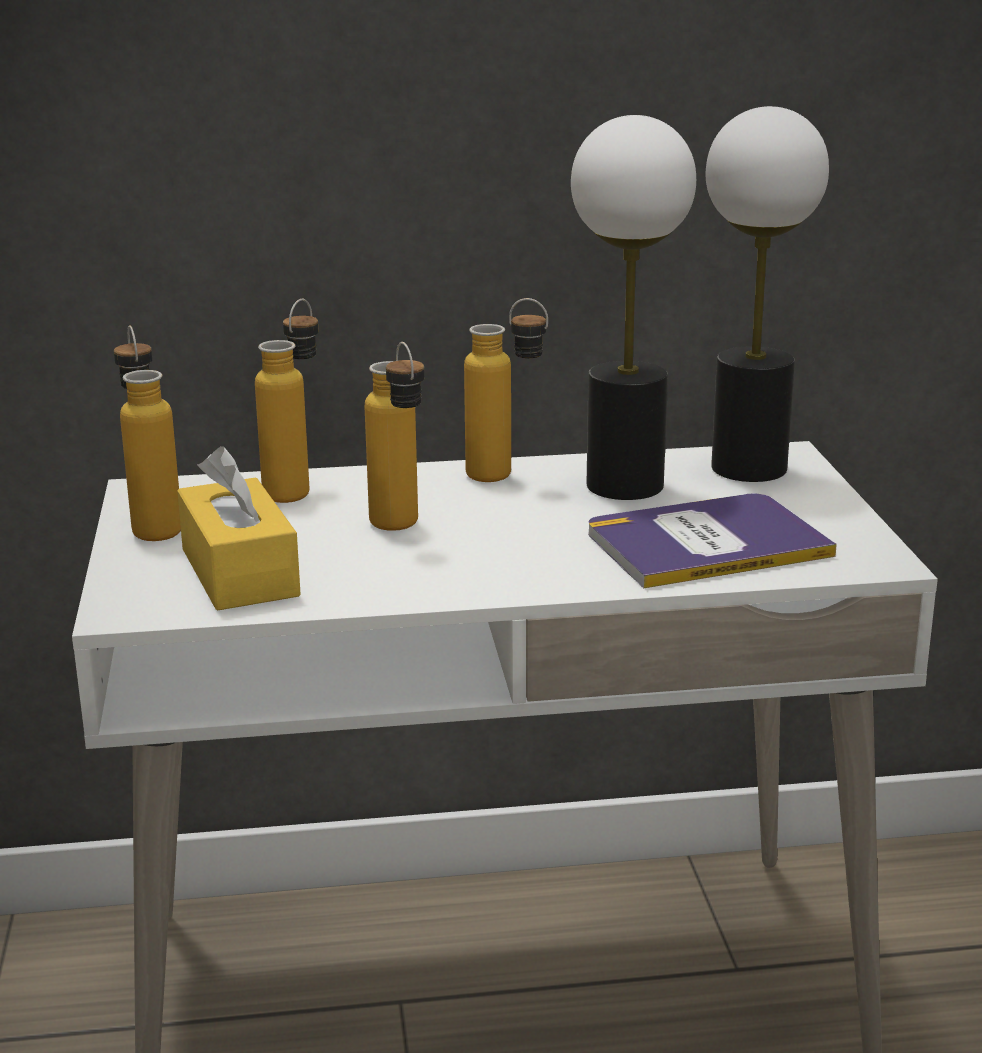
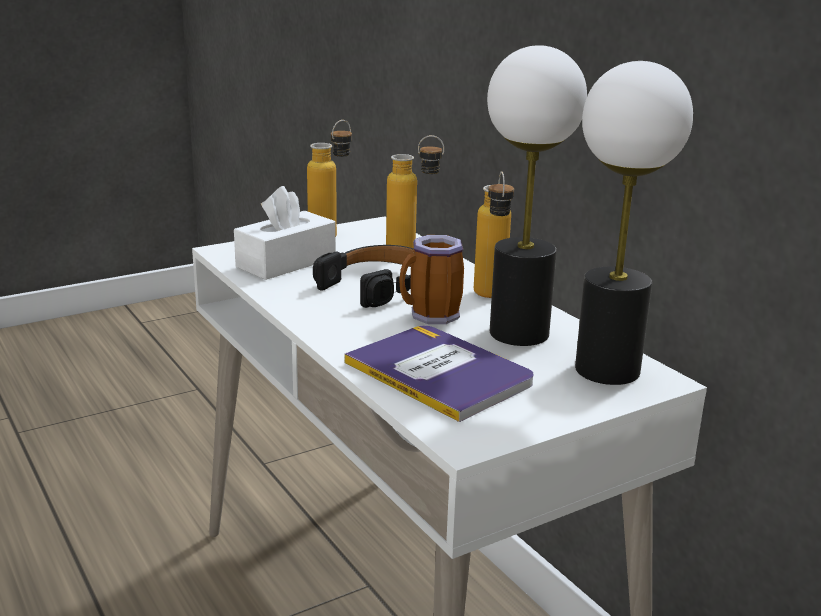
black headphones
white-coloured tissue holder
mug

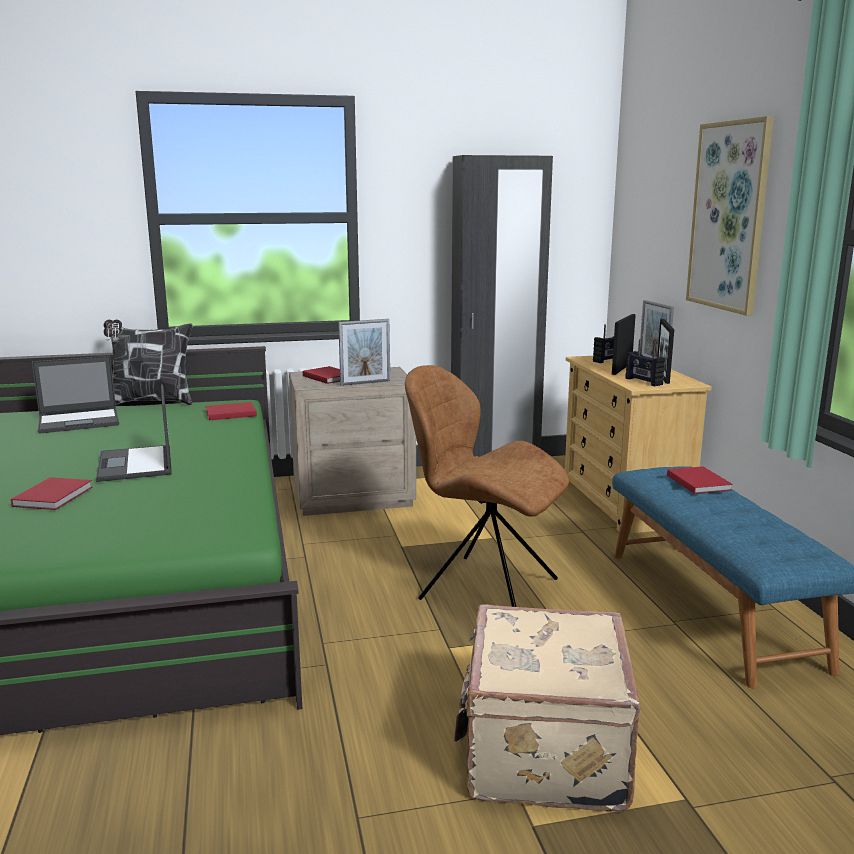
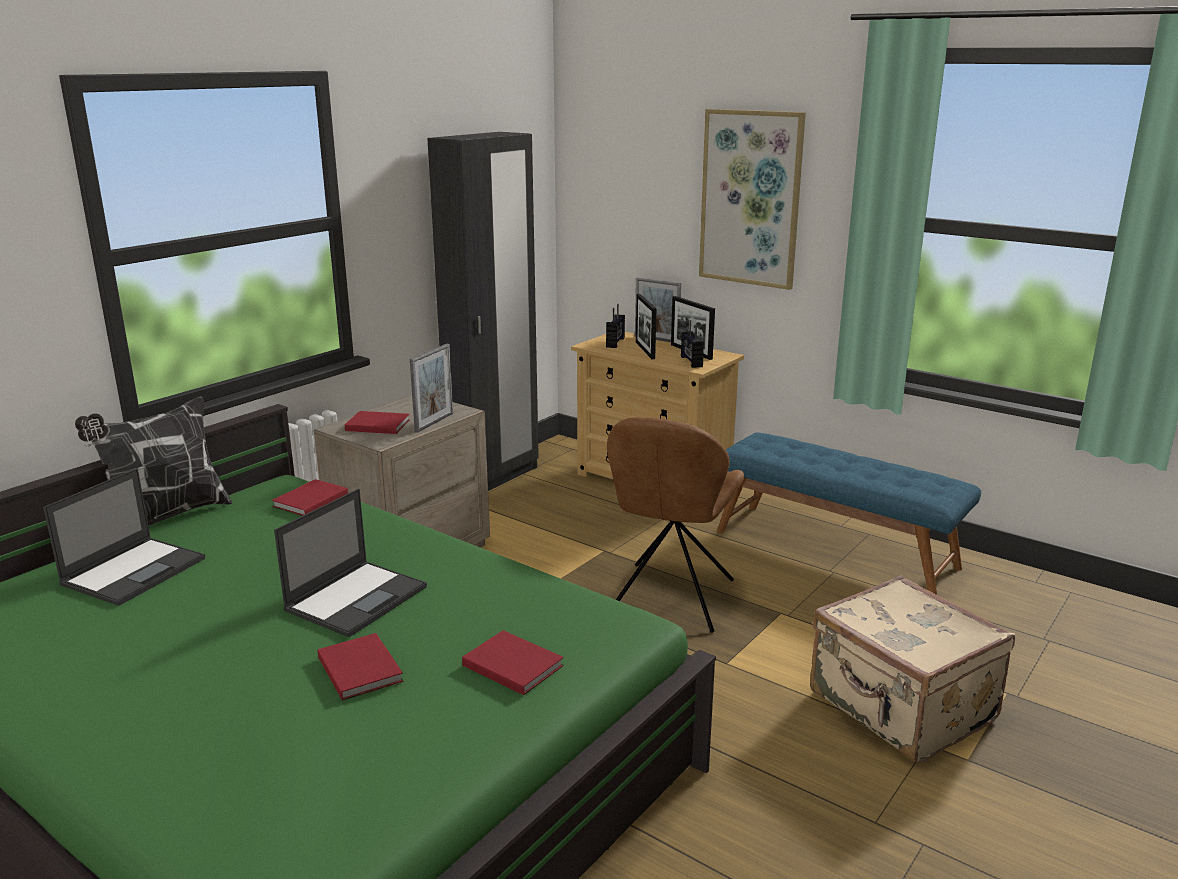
radio receiver (no. 2 from left)
brown-coloured upright chair
notebook computer (no. 2 from left)
red-coloured book (no. 4 from left)

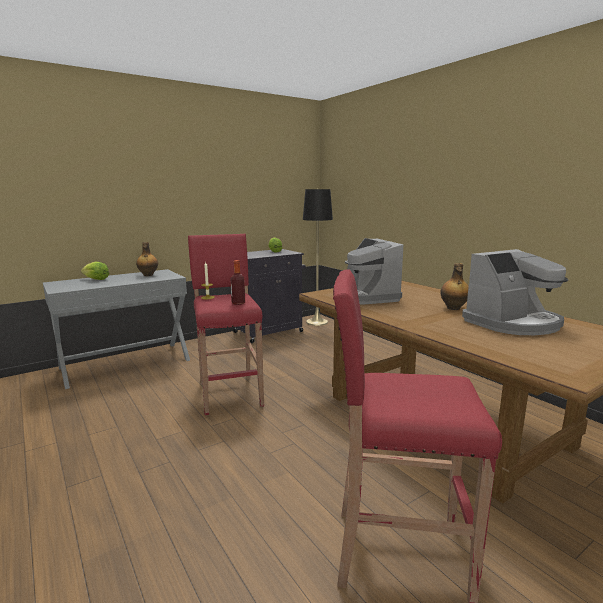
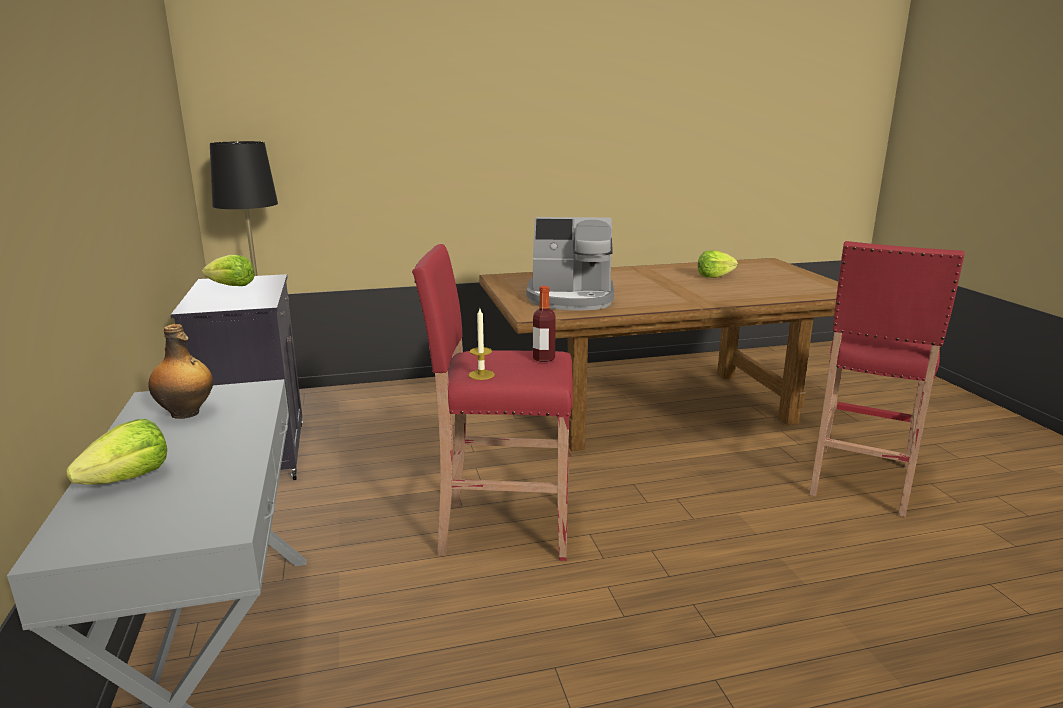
head of lettuce (no. 3 from left)
drink bottle (no. 3 from left in the first image)

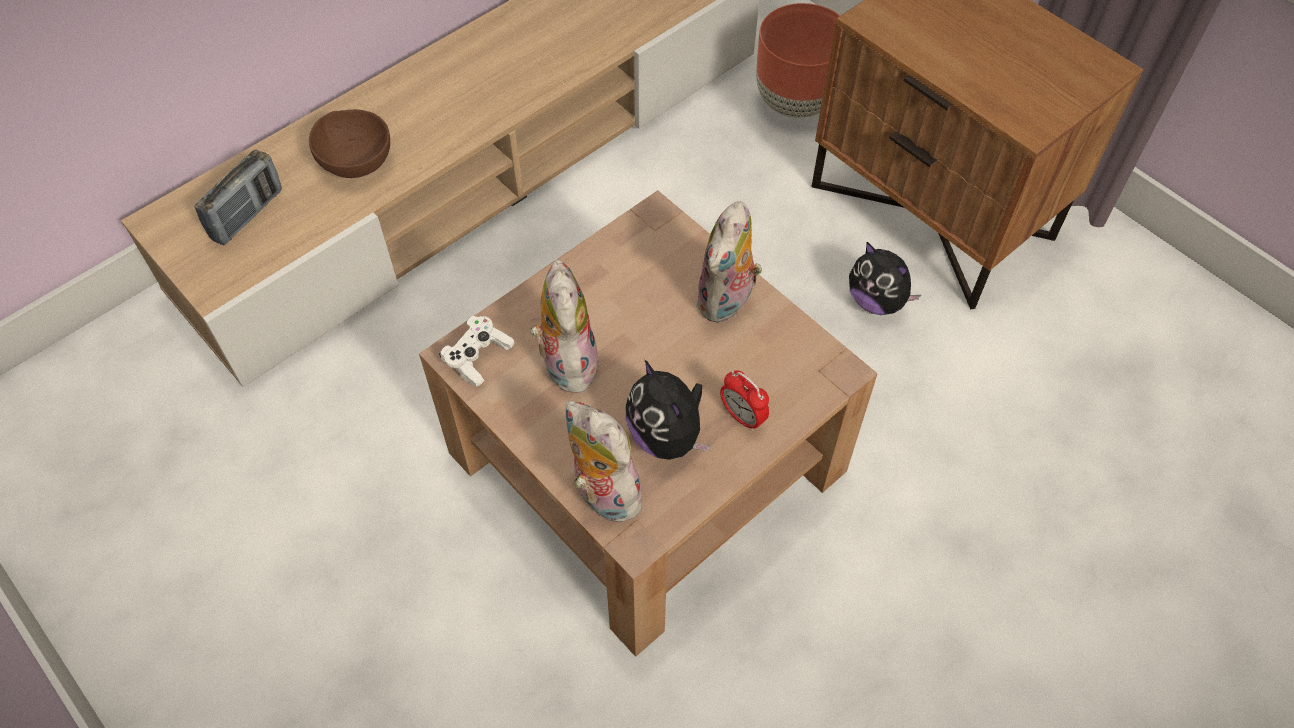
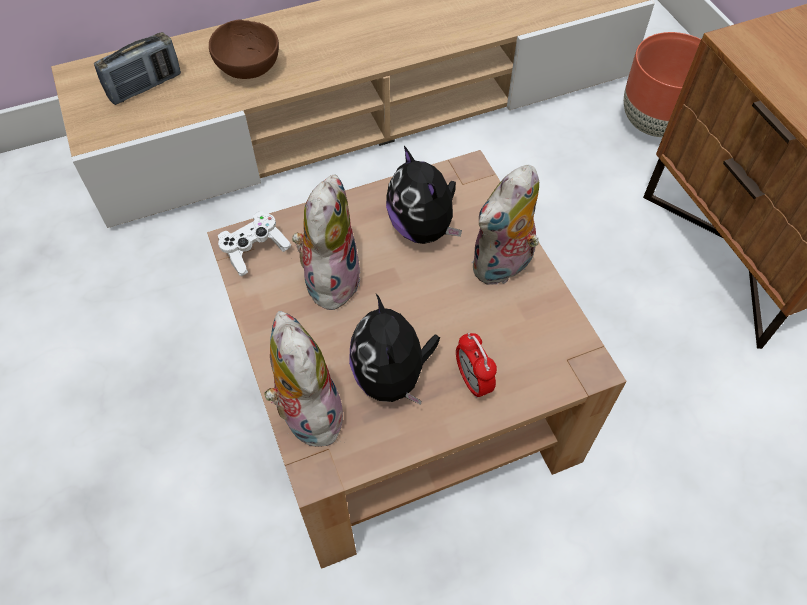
soft toy (no. 4 from left)

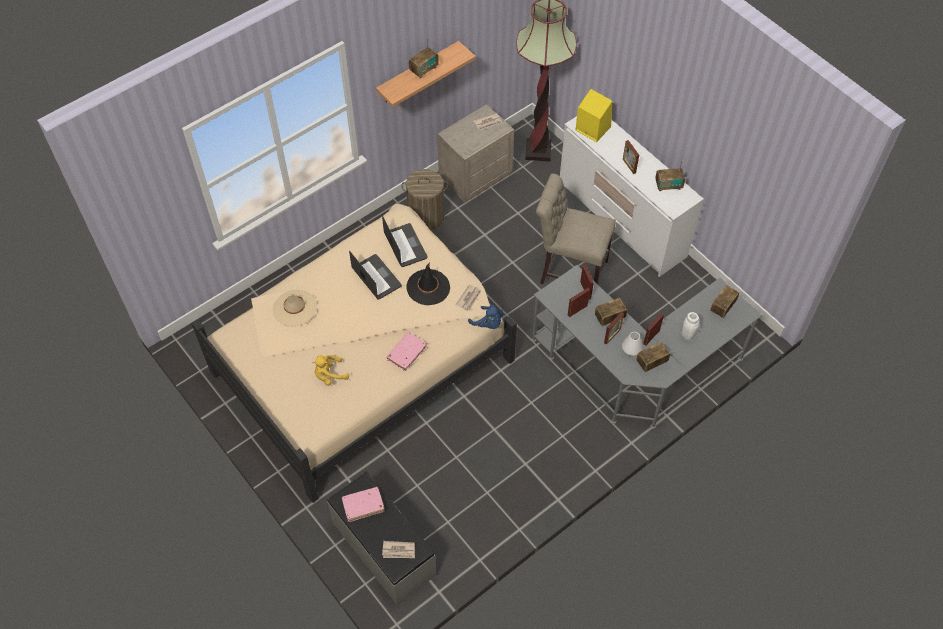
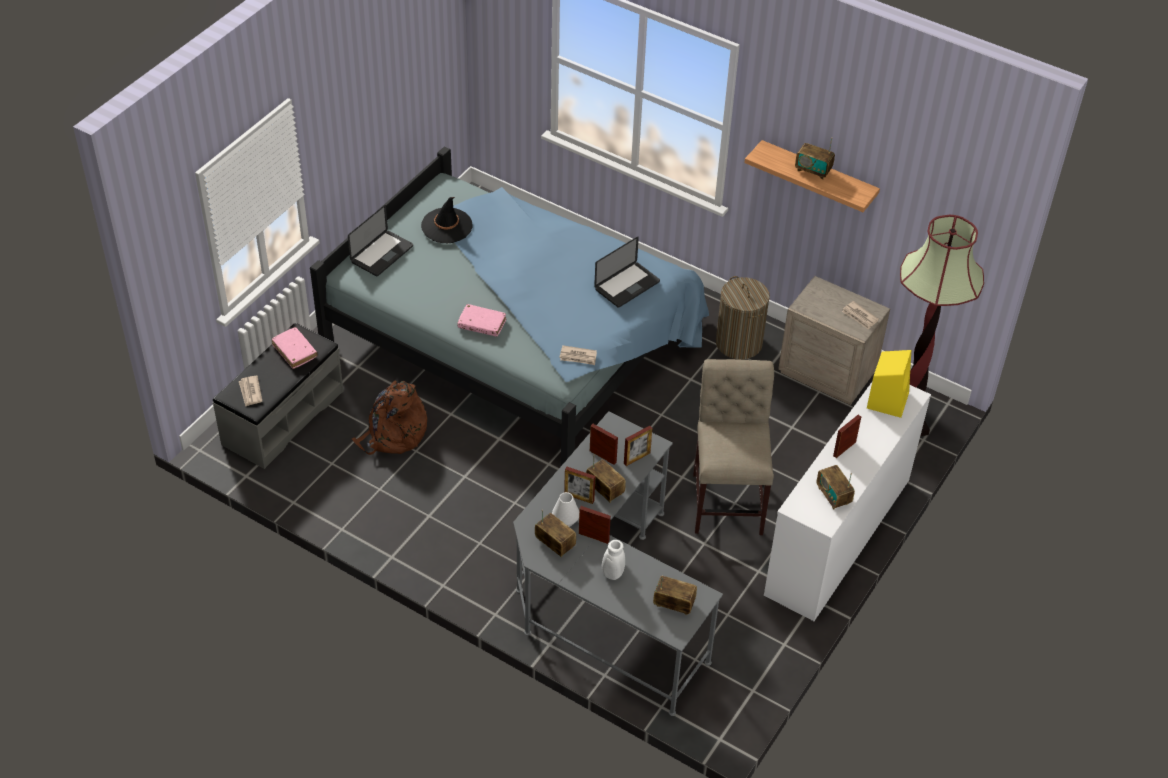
bluish bedroom bed
notebook computer (no. 1 from left)
black wearable hat
sand-coloured wearable hat
bluish soft toy
yellowish soft toy
brown-coloured knapsack

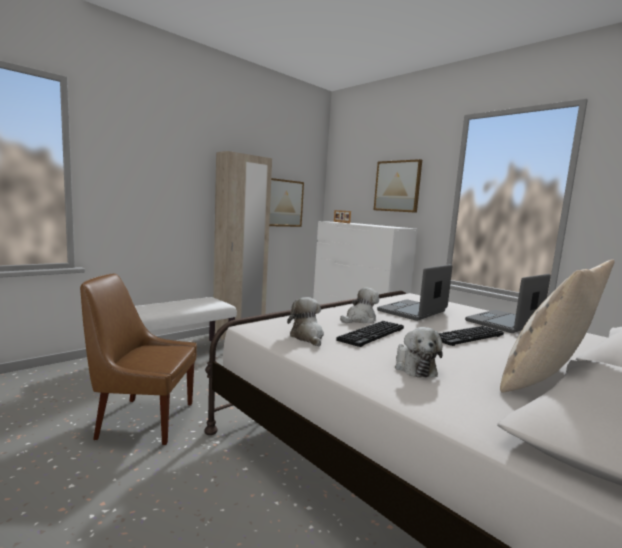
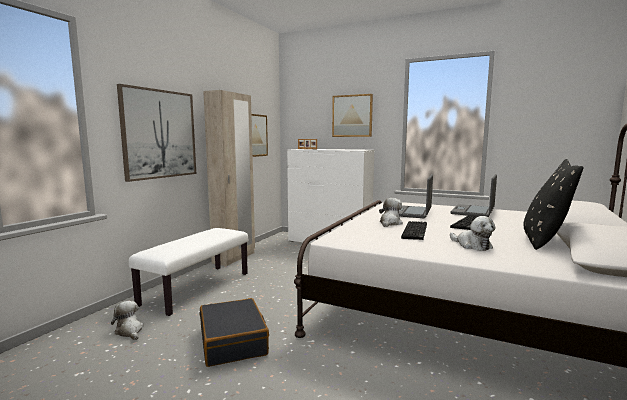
black pillow
black piece of luggage
soft toy (no. 1 from left)
wall art (no. 1 from left)

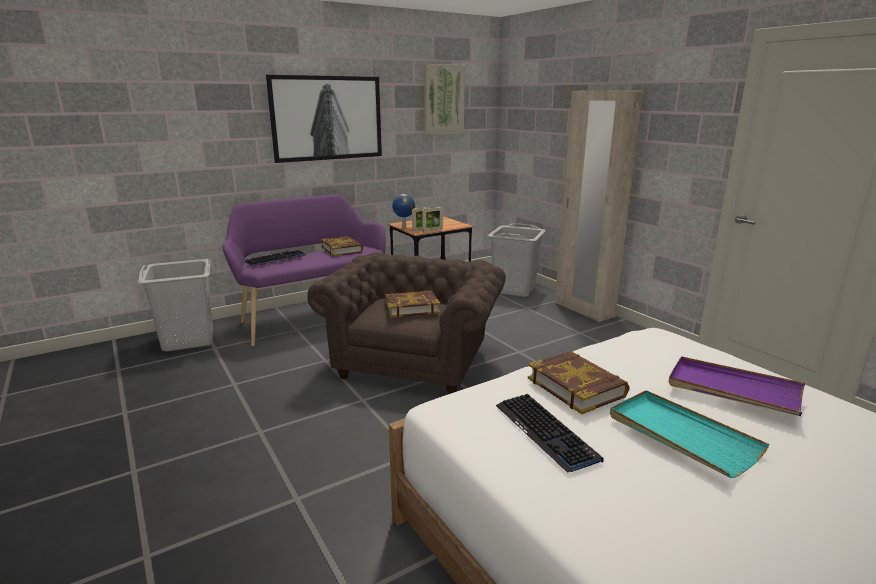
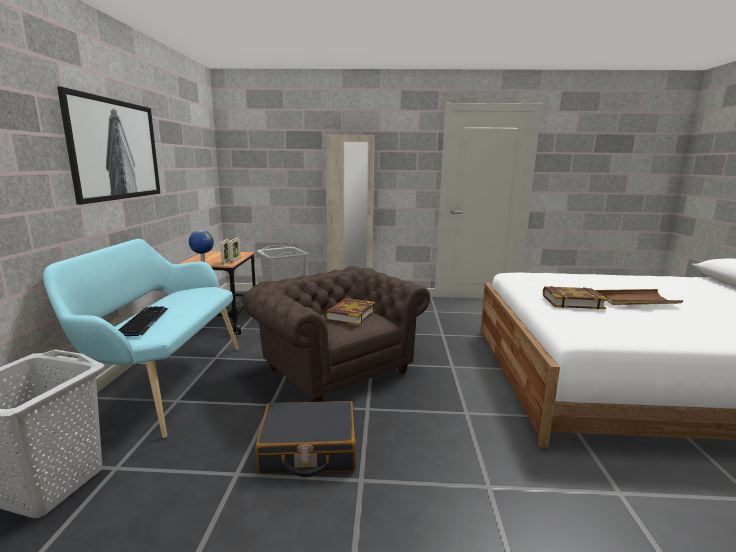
wall art (no. 2 from left in the first image)
blue-green long seat
book (no. 1 from left in the first image)
purplish tray
brown-coloured tray
keyboard (no. 2 from left in the first image)
black piece of luggage

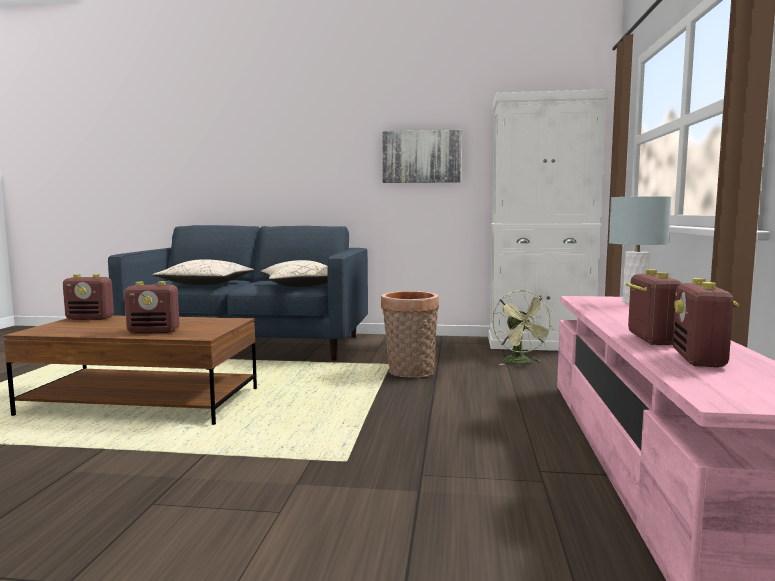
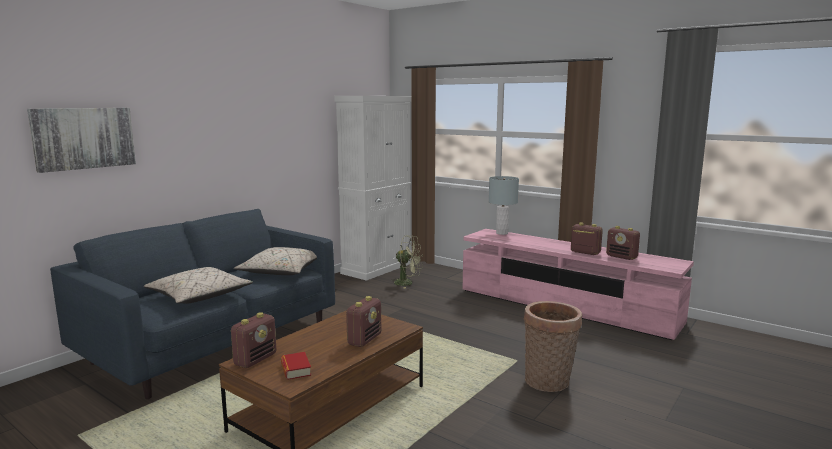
wall art
household basket
book

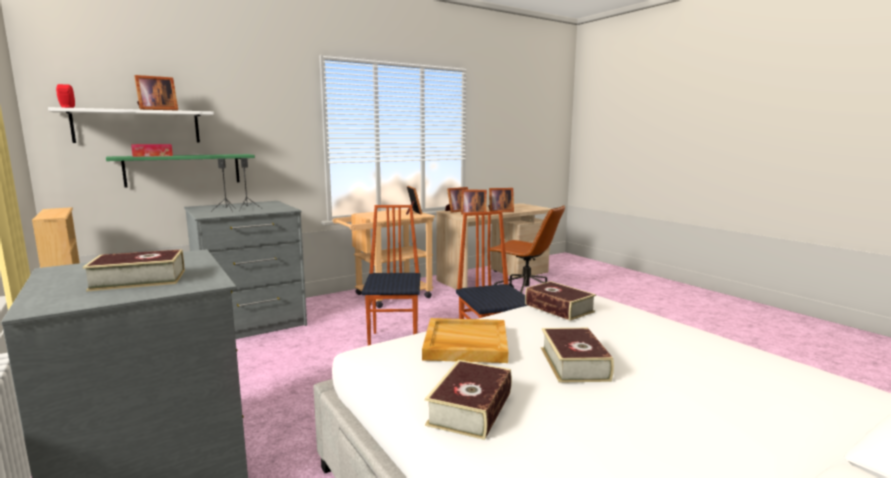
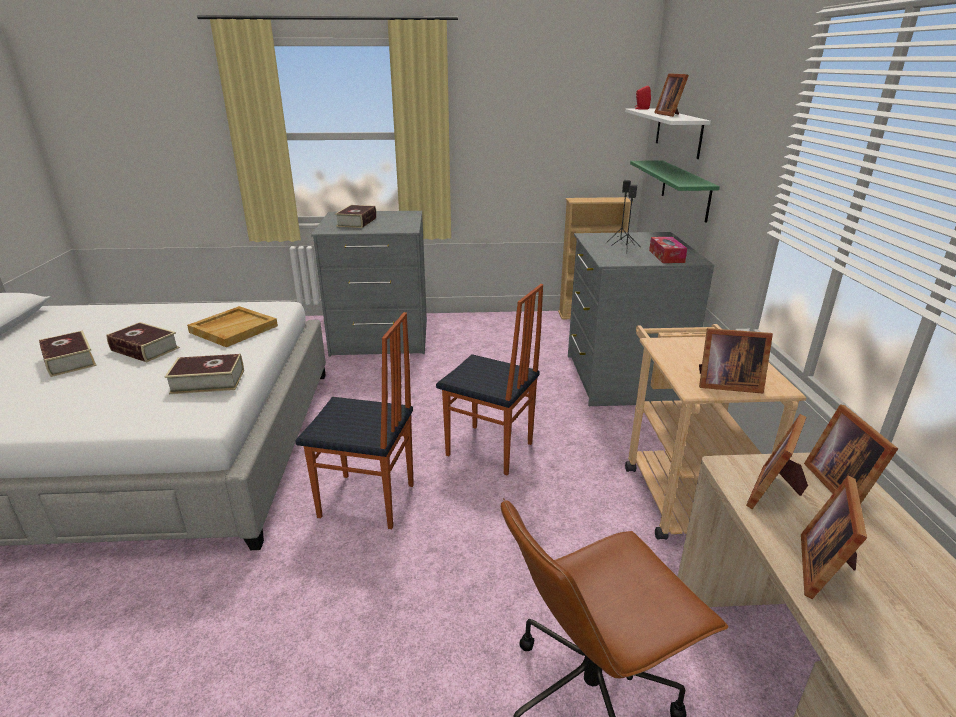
tissue holder
book (no. 1 from left)

